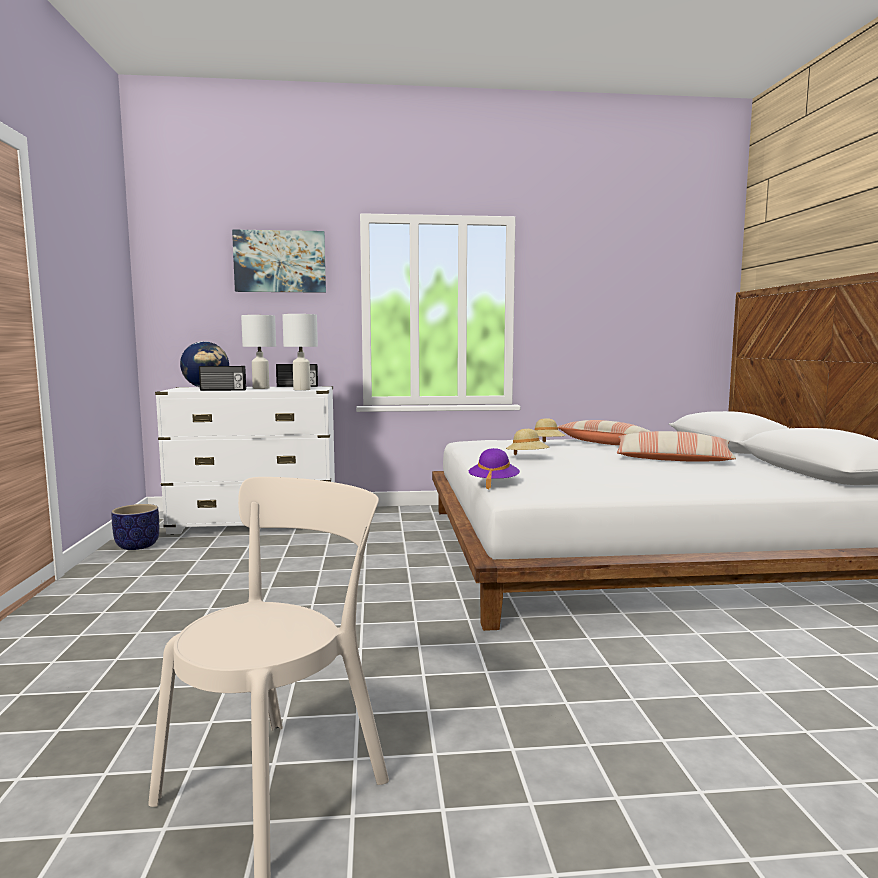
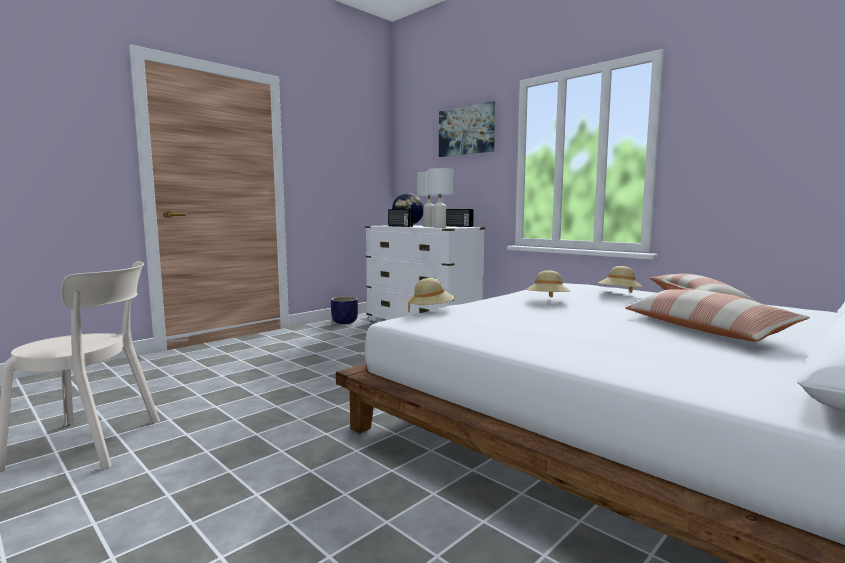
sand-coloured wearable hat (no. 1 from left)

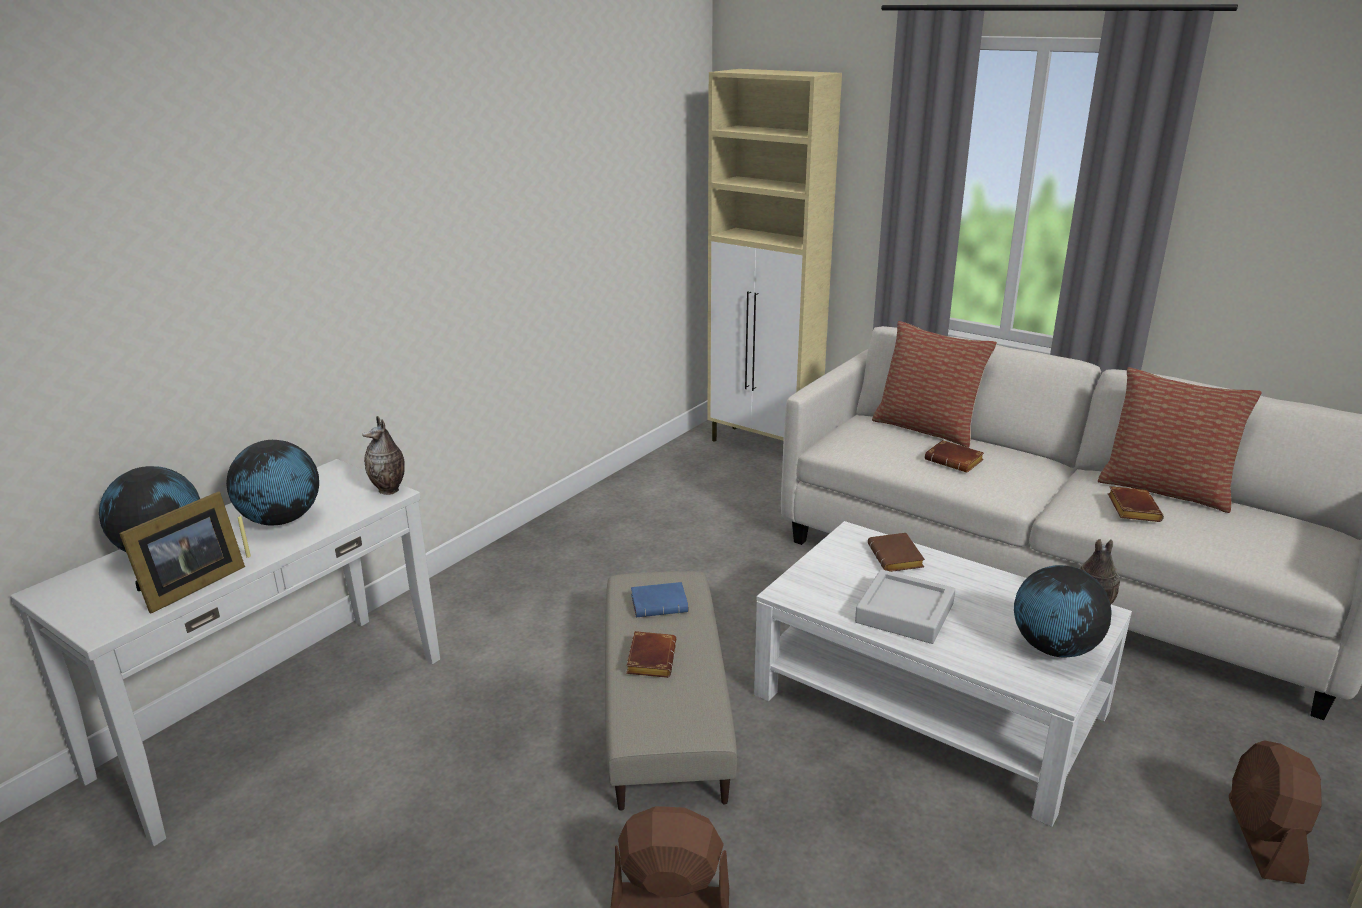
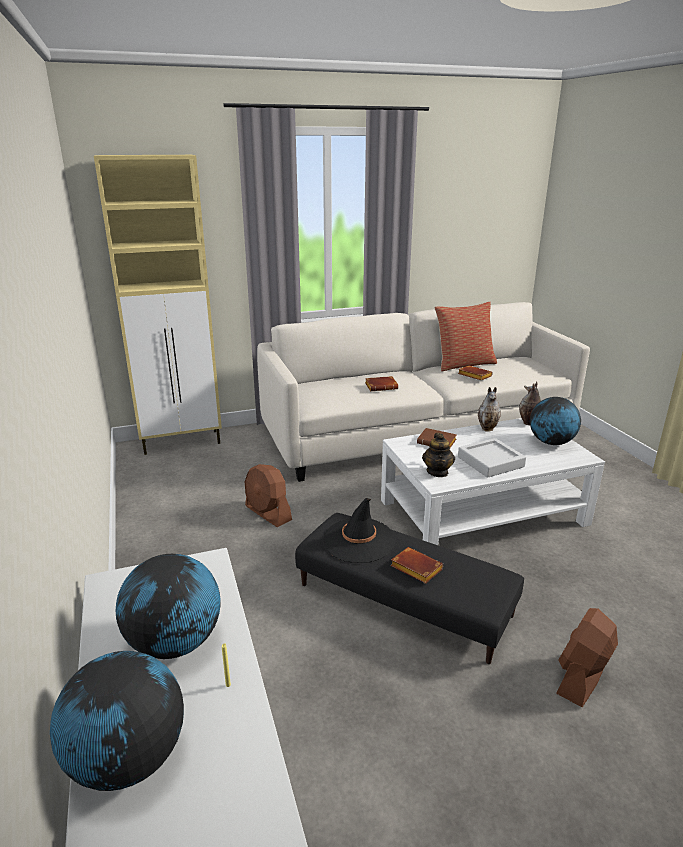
pillow (no. 1 from left in the first image)
decorative vase (no. 1 from left)
picture frame
black ottoman
black wearable hat
brown-coloured fan (no. 1 from left)
pot for tea

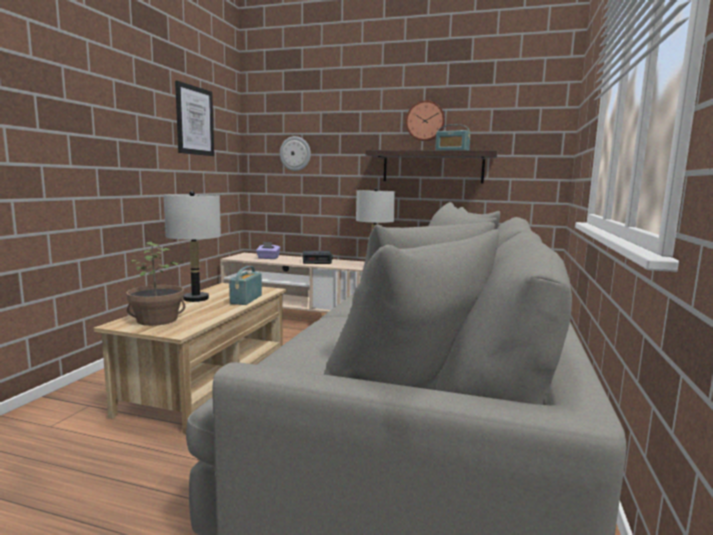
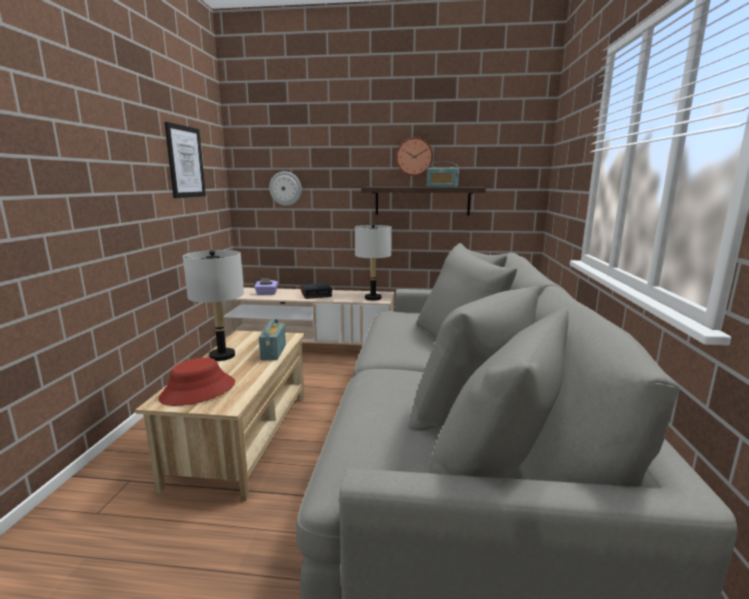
red-coloured wearable hat

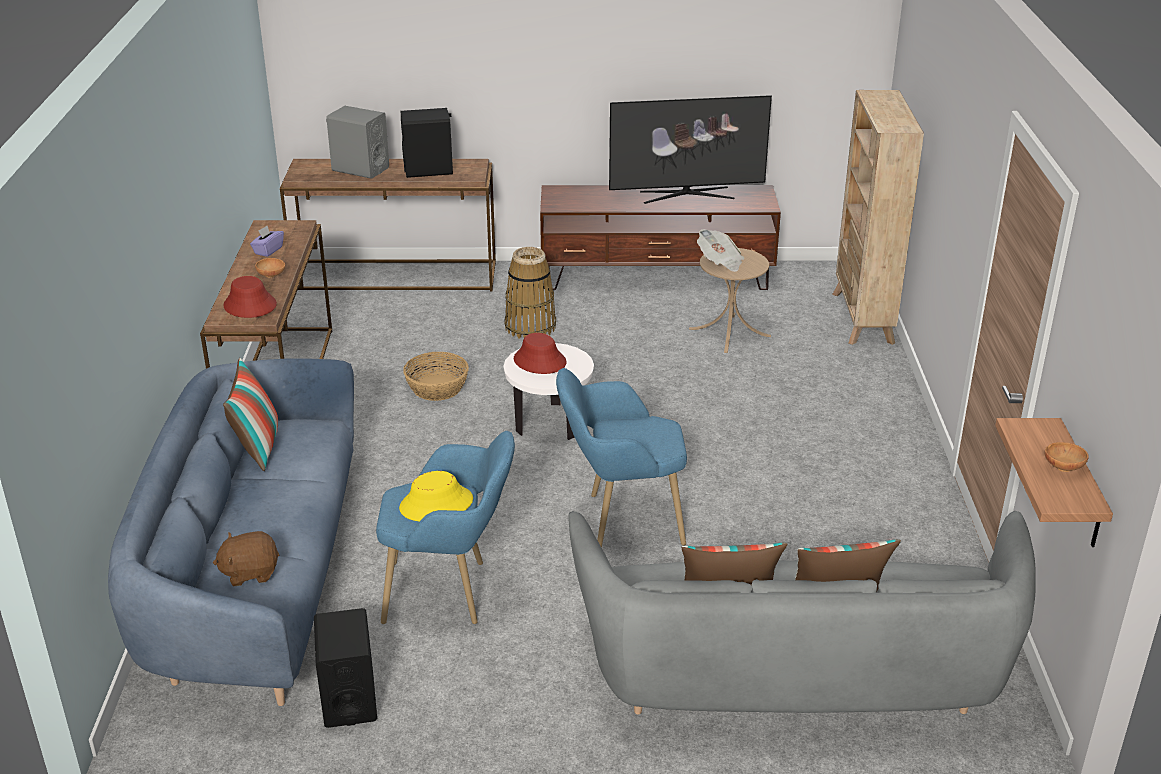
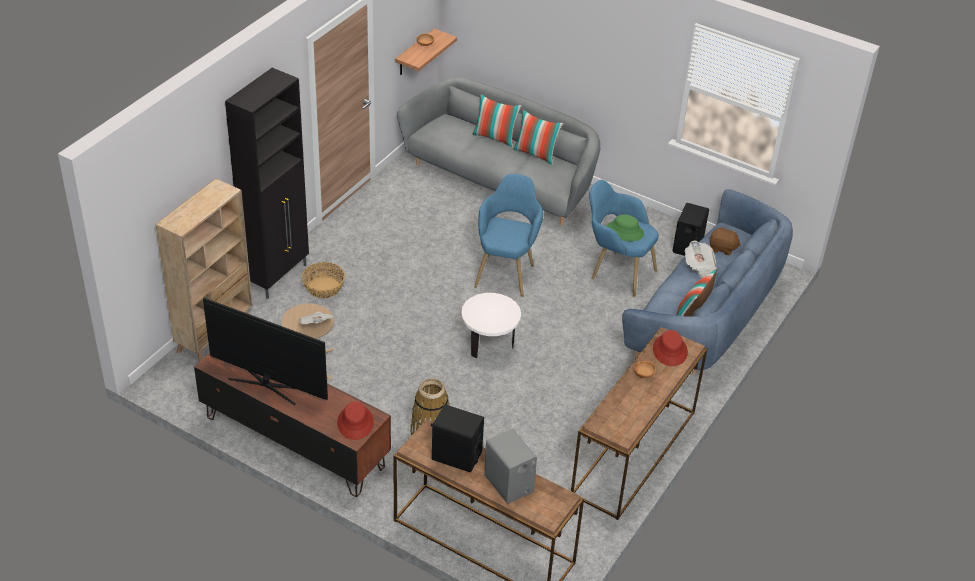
purplish tissue holder
red-coloured wearable hat (no. 1 from left)
household basket (no. 1 from left)
bluish lounge chair (no. 1 from left)
greenish wearable hat
black cabinet
printed paper (no. 2 from left)

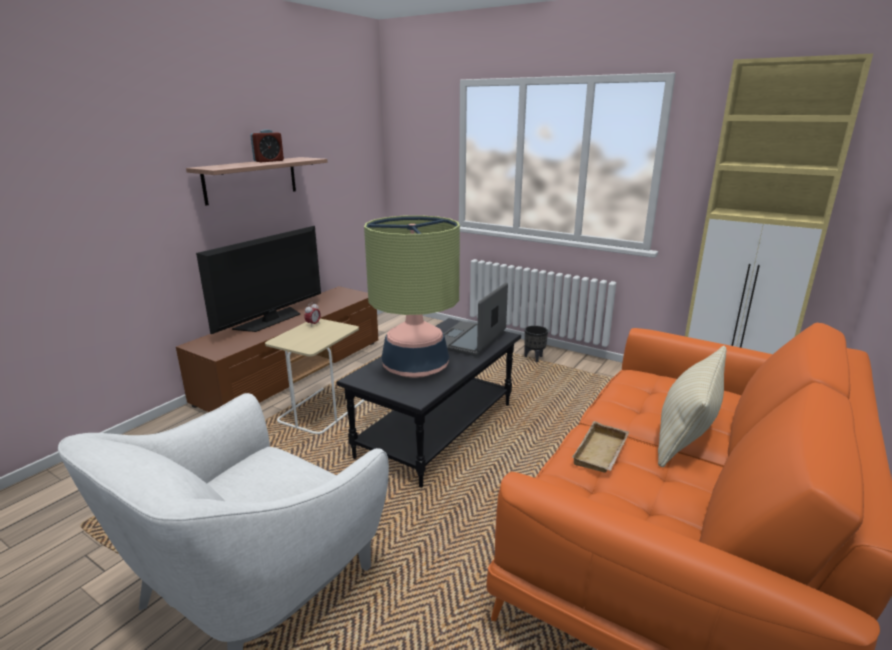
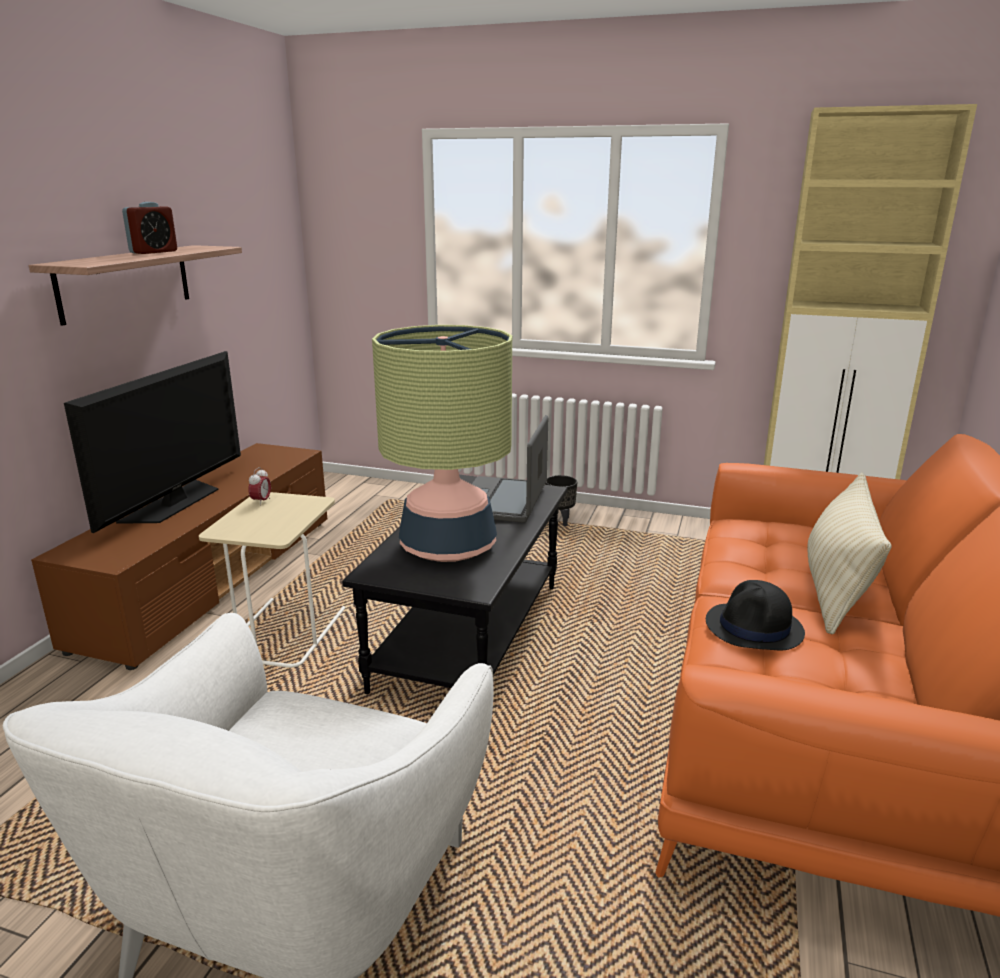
black wearable hat

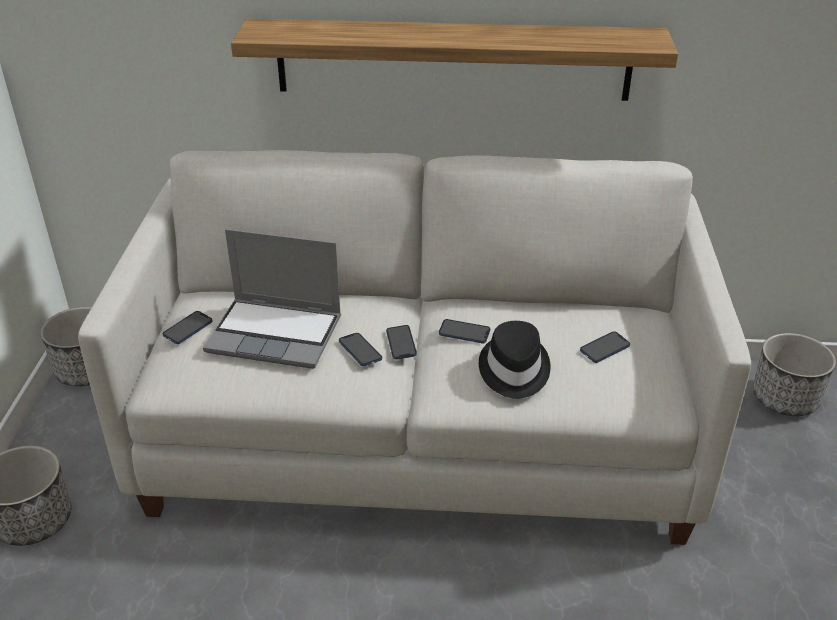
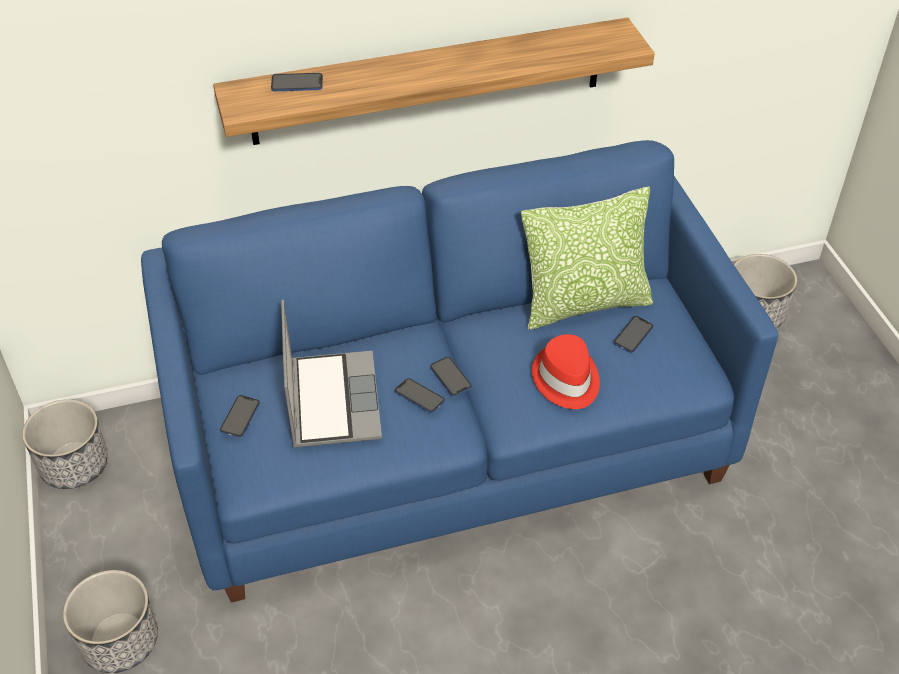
bluish settee
notebook computer
phone (no. 2 from left)
red-coloured wearable hat
pillow

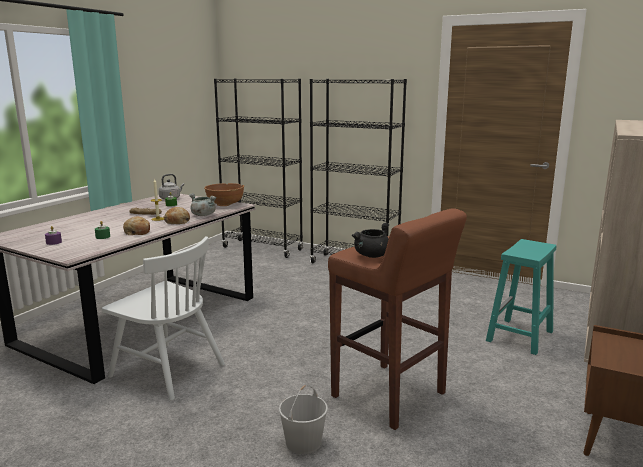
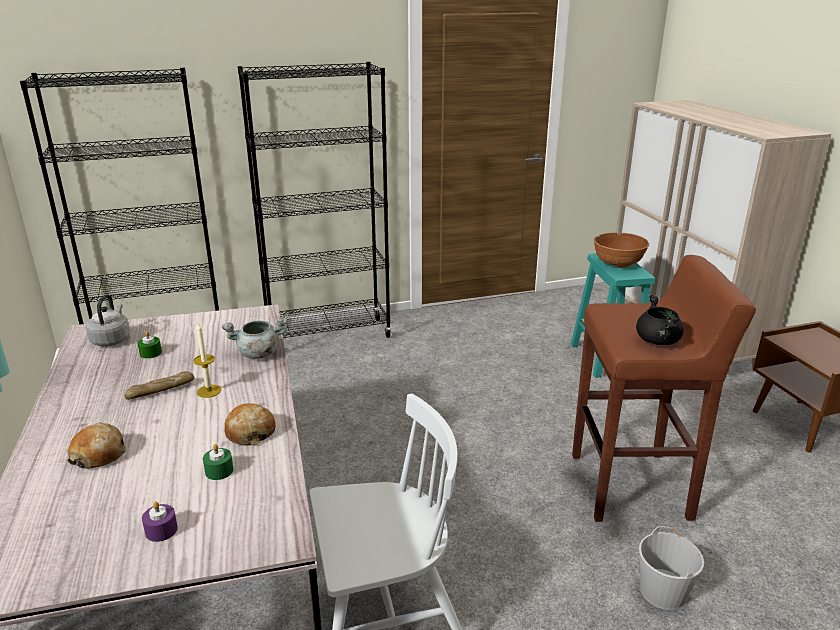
brown-coloured bowl
bakery bread (no. 1 from left)

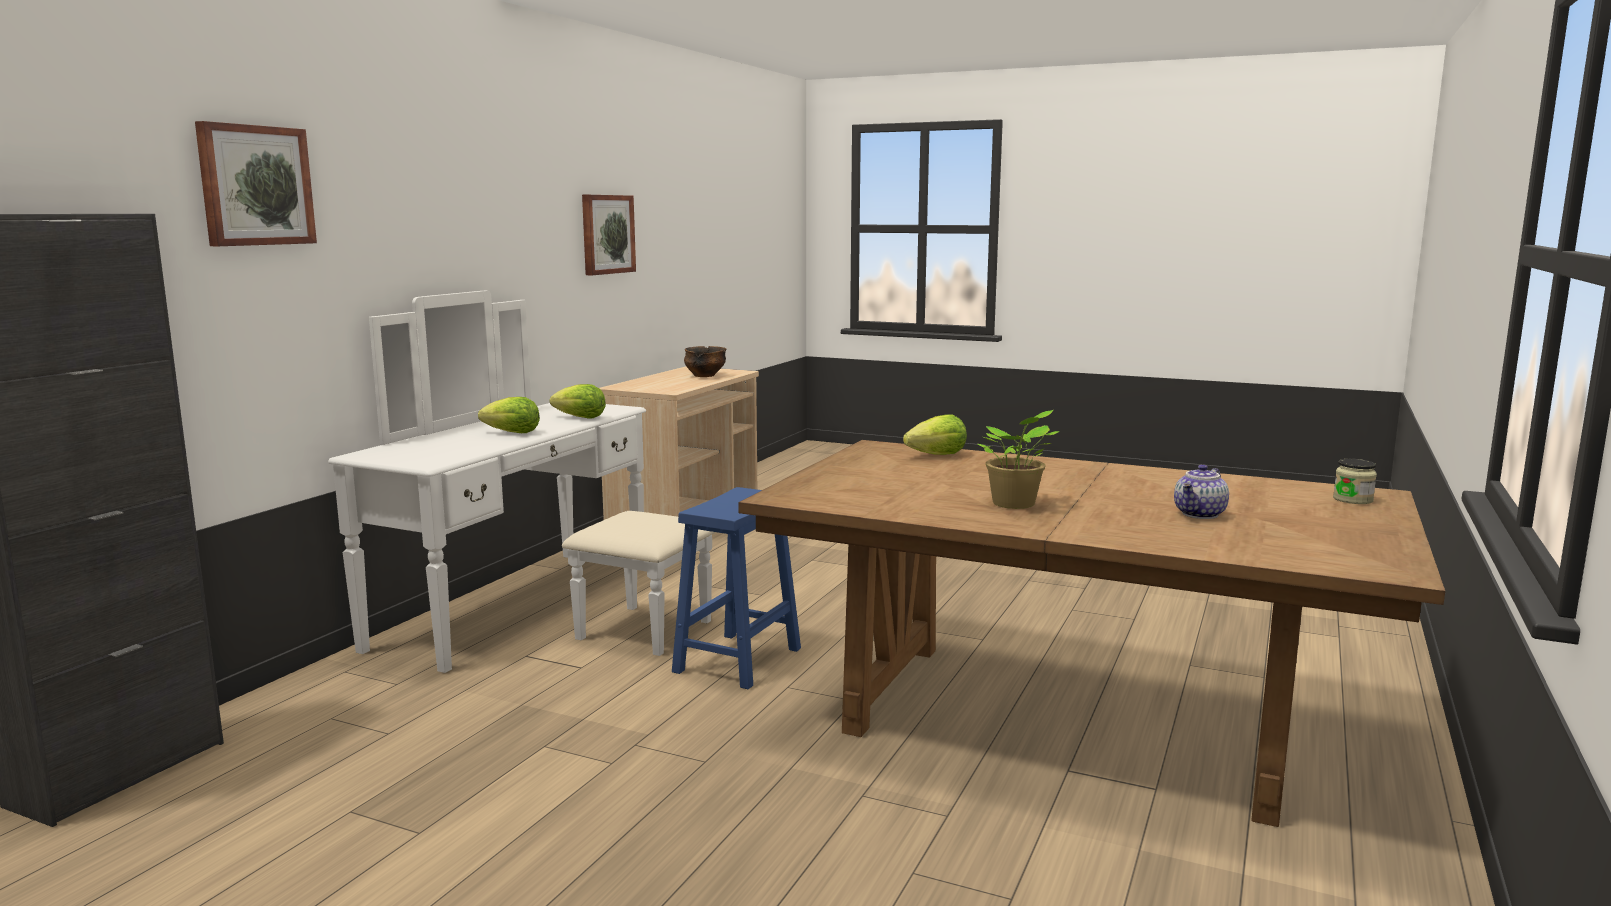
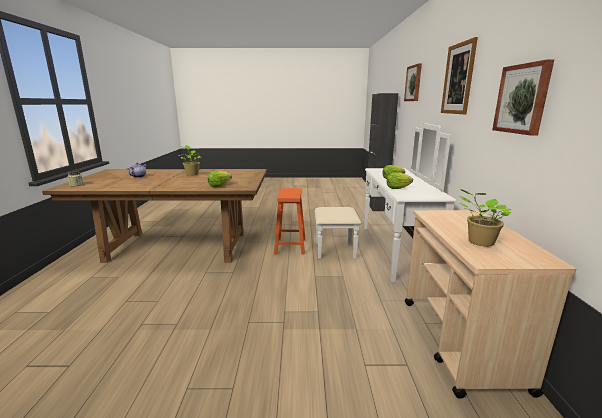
plant in a pot (no. 2 from left)
orangey sitting stool
wall art (no. 2 from left)

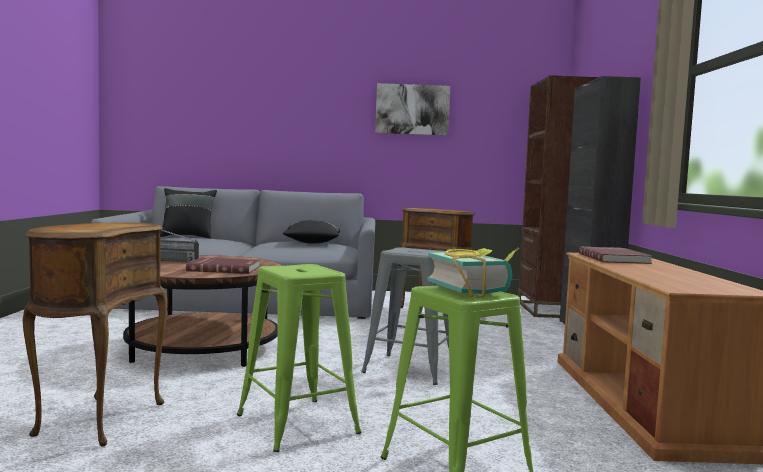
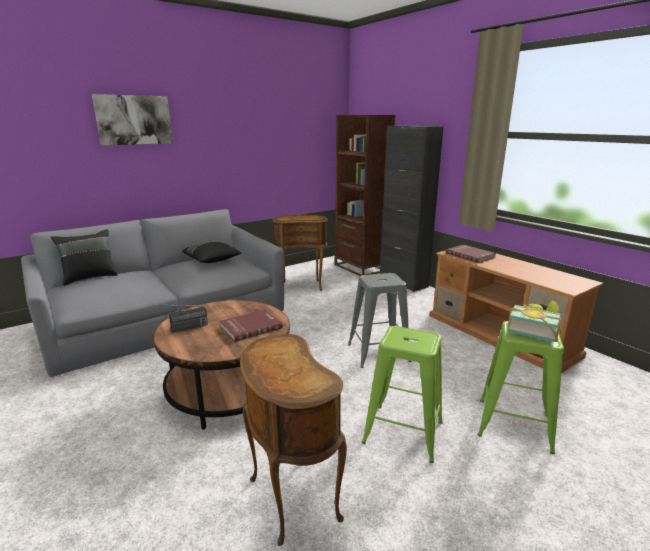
wall art

